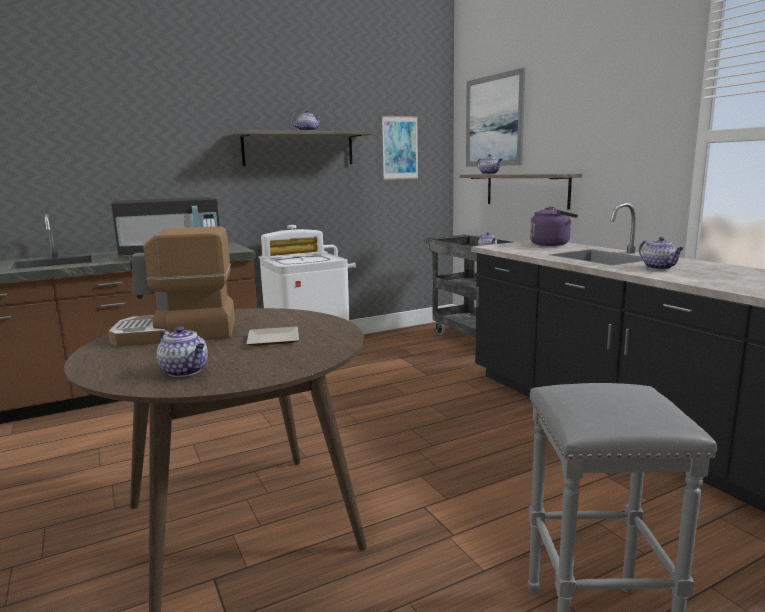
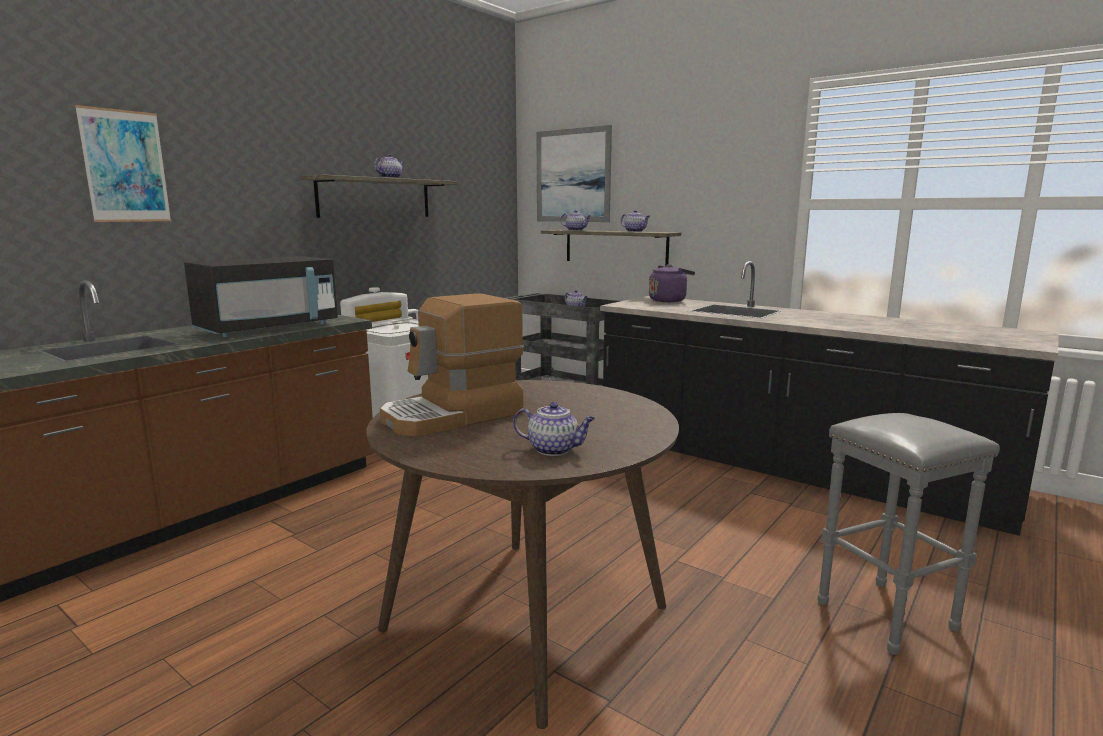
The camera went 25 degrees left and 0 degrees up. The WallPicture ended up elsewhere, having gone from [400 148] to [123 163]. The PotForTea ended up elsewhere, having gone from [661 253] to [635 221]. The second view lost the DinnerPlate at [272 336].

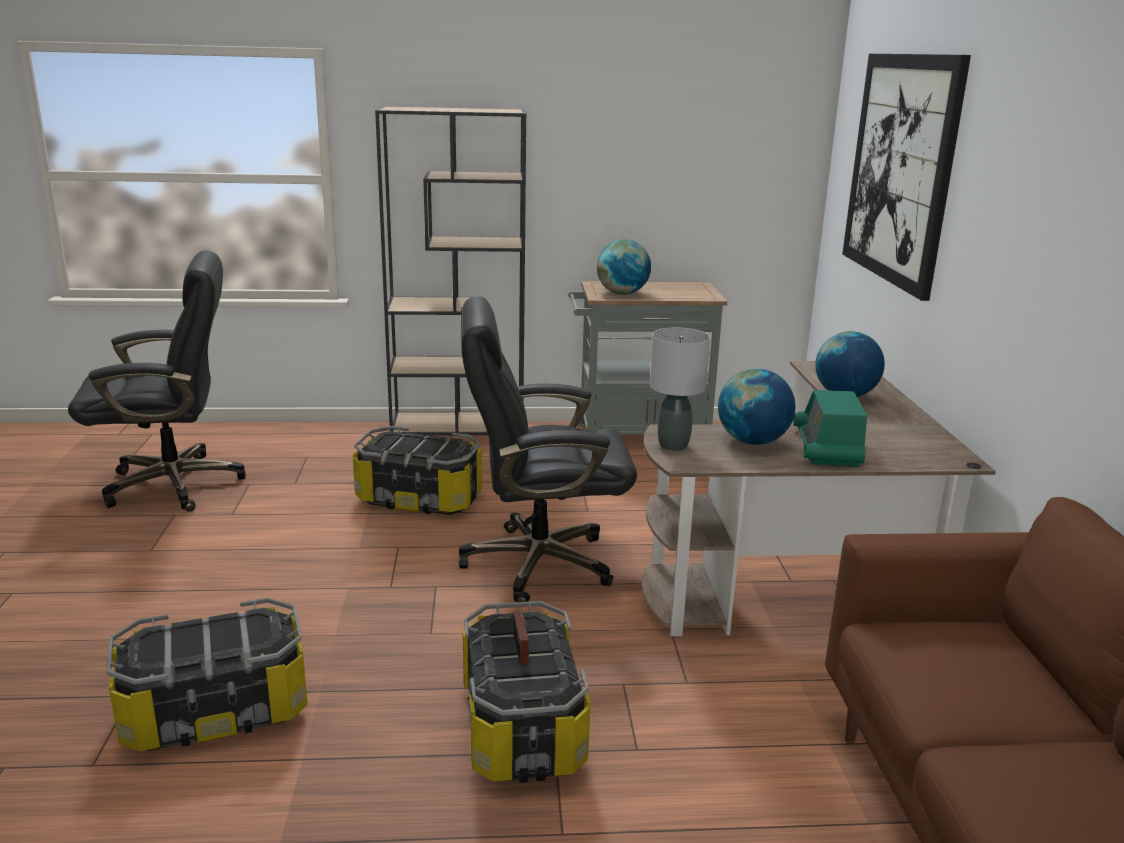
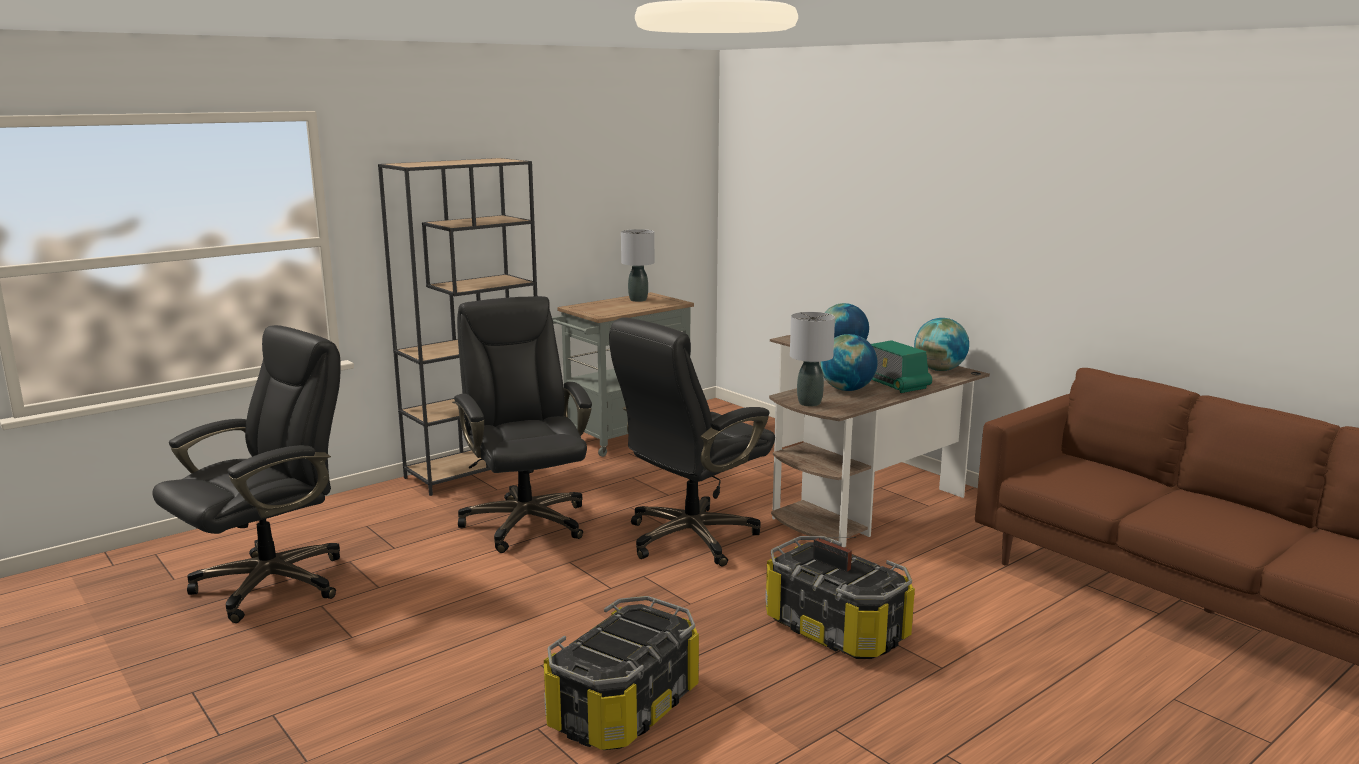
The camera went 35 degrees left and 5 degrees down. The second view lost the WallPicture at [906 177]. The Globe ended up elsewhere, having gone from [624 266] to [941 344]. Where the StorageBox stood at [417 470], the BlackishComputerChair came to stand at [522 424]. The second view gained the GreyTabletopLamp at [637 265].

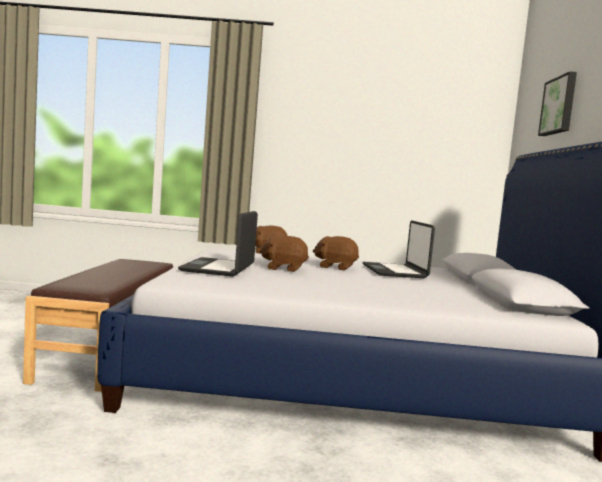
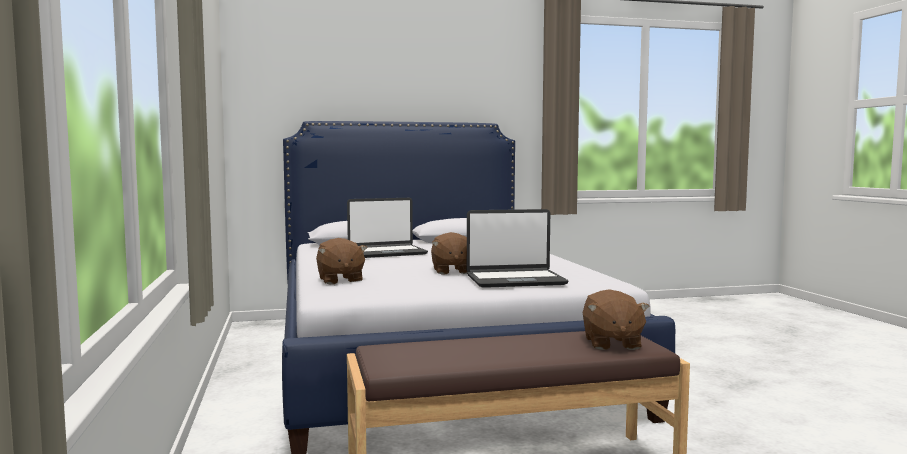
The camera went 105 degrees left and 0 degrees up. The second view lost the WallPicture at [557 103]. The BrownColouredPlushToy ended up elsewhere, having gone from [336 253] to [616 319].

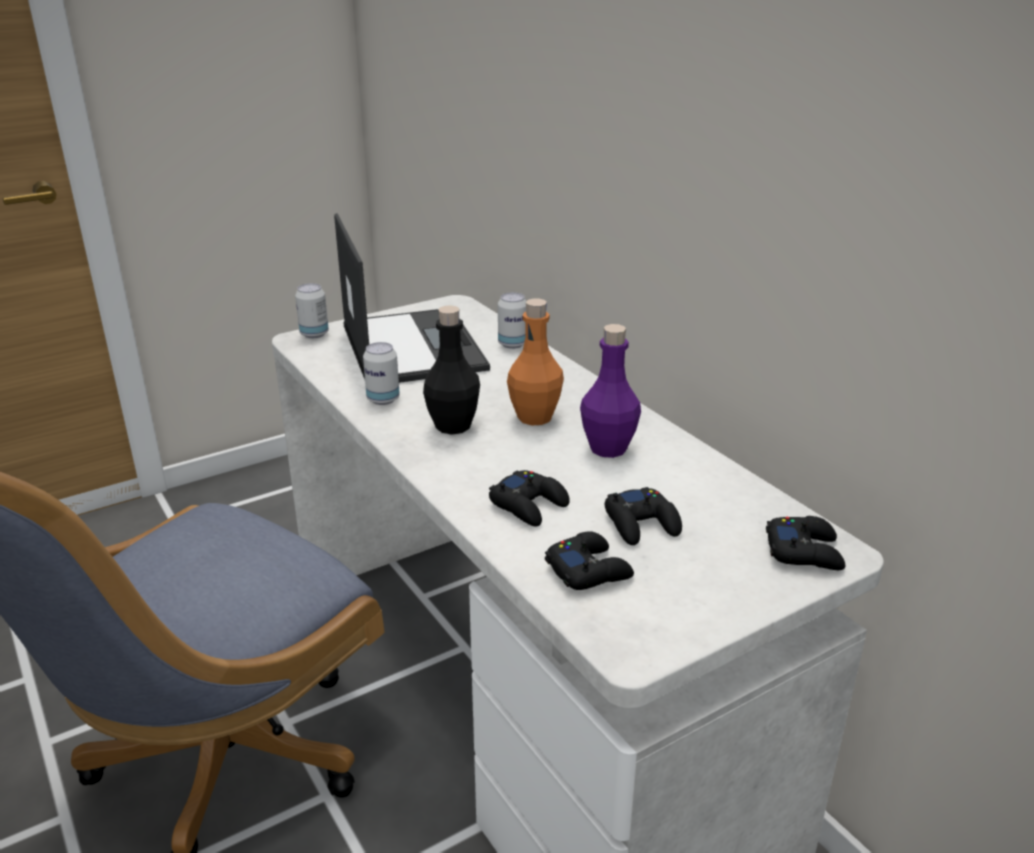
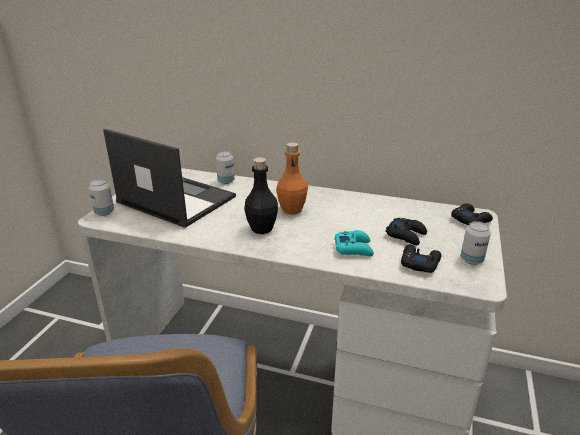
The camera went 40 degrees left and 0 degrees up. The second view lost the PurpleBottle at [610 391]. The MetalCan ended up elsewhere, having gone from [381 373] to [476 243]. What was the BlackishGameController at [529 498] turned into the TurquoiseGameController at [354 243].

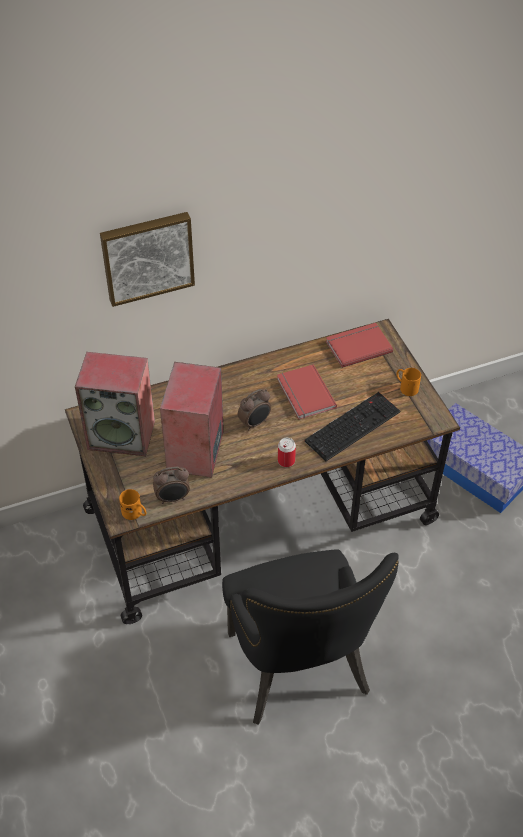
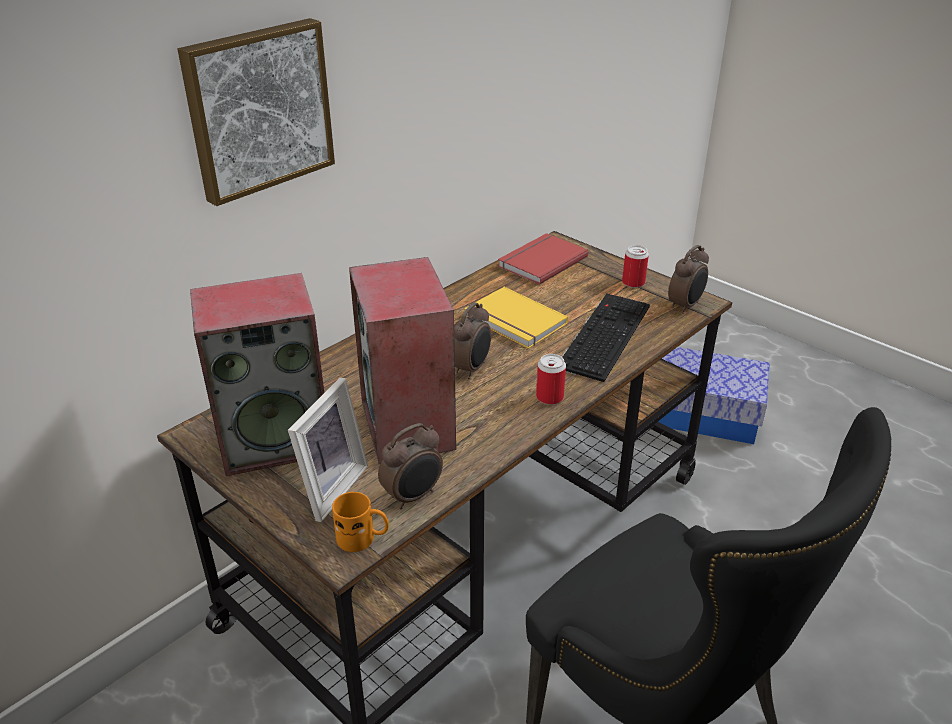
The camera went 25 degrees left and 15 degrees down. What was the ReddishBoundBook at [307 392] turned into the YellowBoundBook at [516 318]. Where the OrangeColouredMug stood at [408 382], the MetalCan came to stand at [635 266]. The second view gained the AlarmClock at [688 279]. The second view gained the StandingFrame at [328 449].

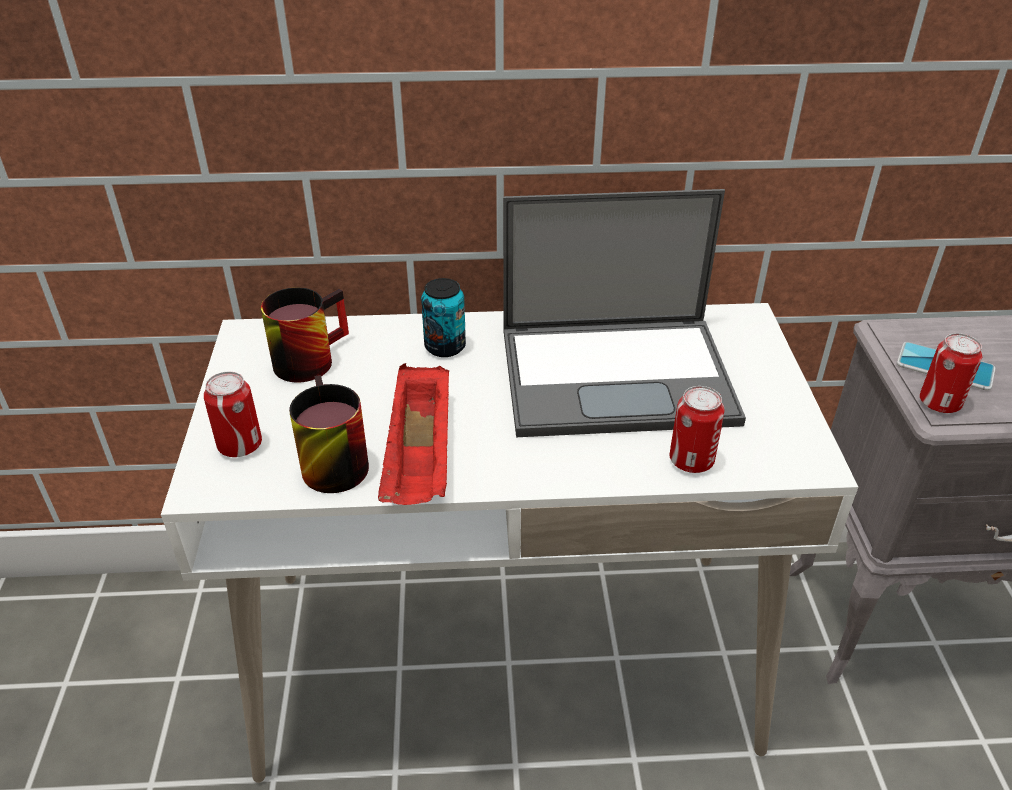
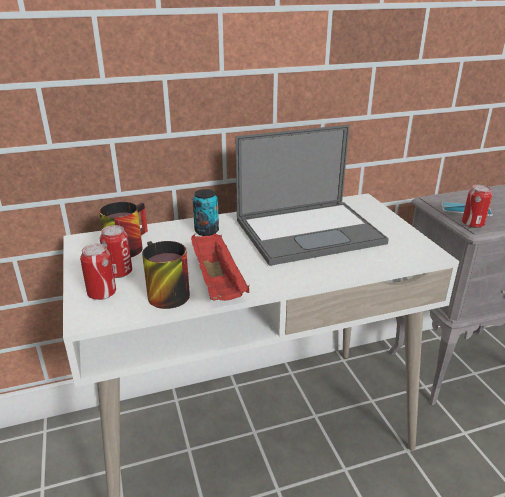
The camera went 15 degrees left and 10 degrees down. The MetalCan ended up elsewhere, having gone from [697 429] to [116 251].

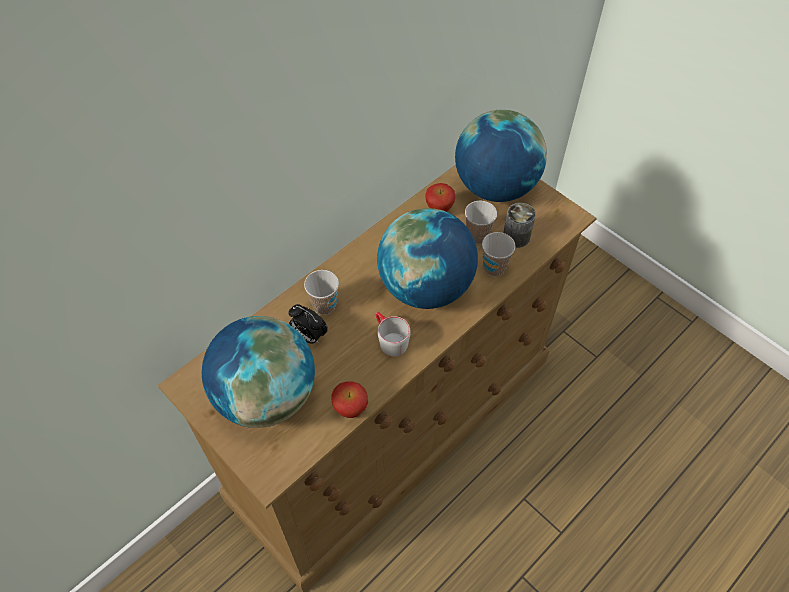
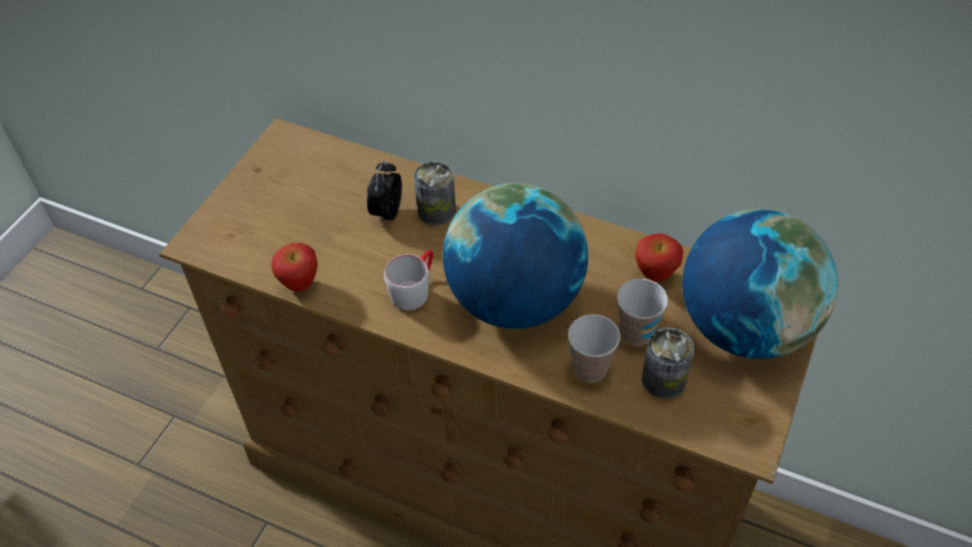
The camera went 70 degrees right and 5 degrees down. Where the DrinkingCup stood at [321 292], the MetalCan came to stand at [435 193]. The second view lost the Globe at [258 372].

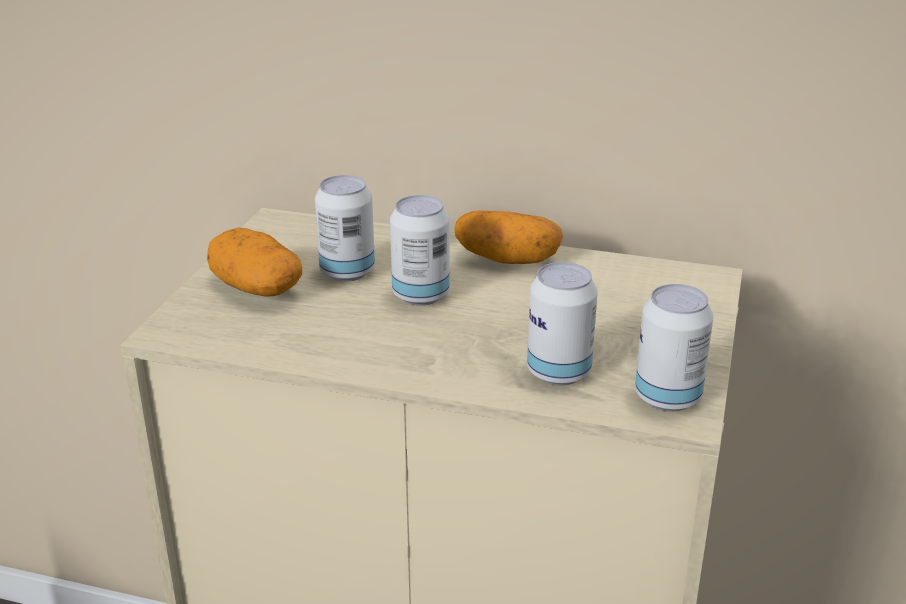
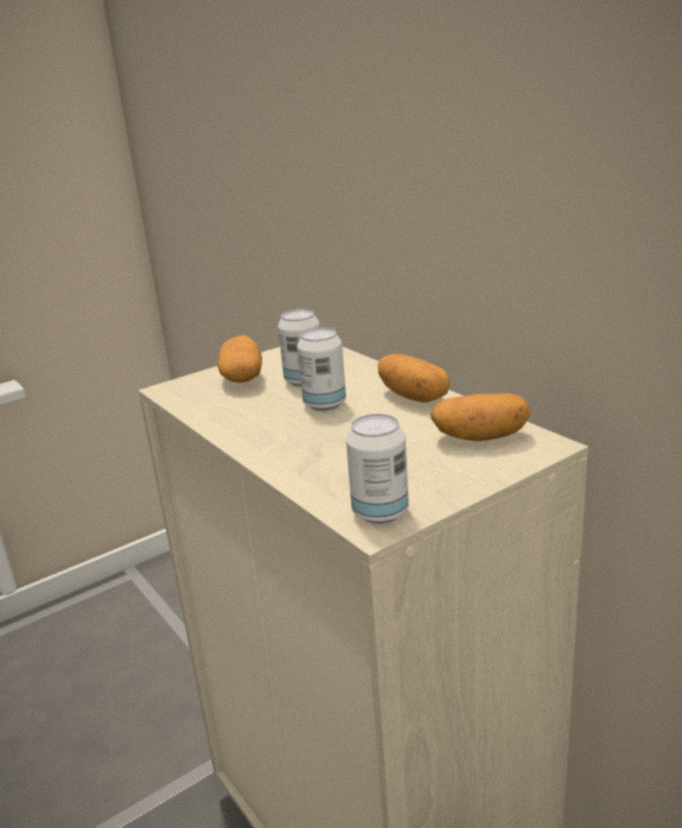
The camera went 40 degrees right and 5 degrees down. The second view lost the MetalCan at [562 324]. The second view gained the Potato at [481 417].

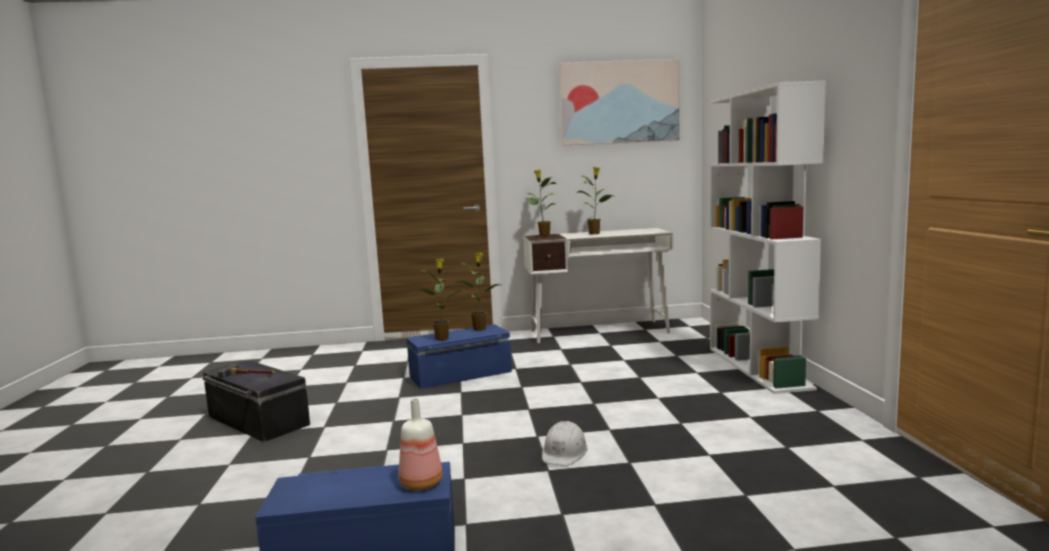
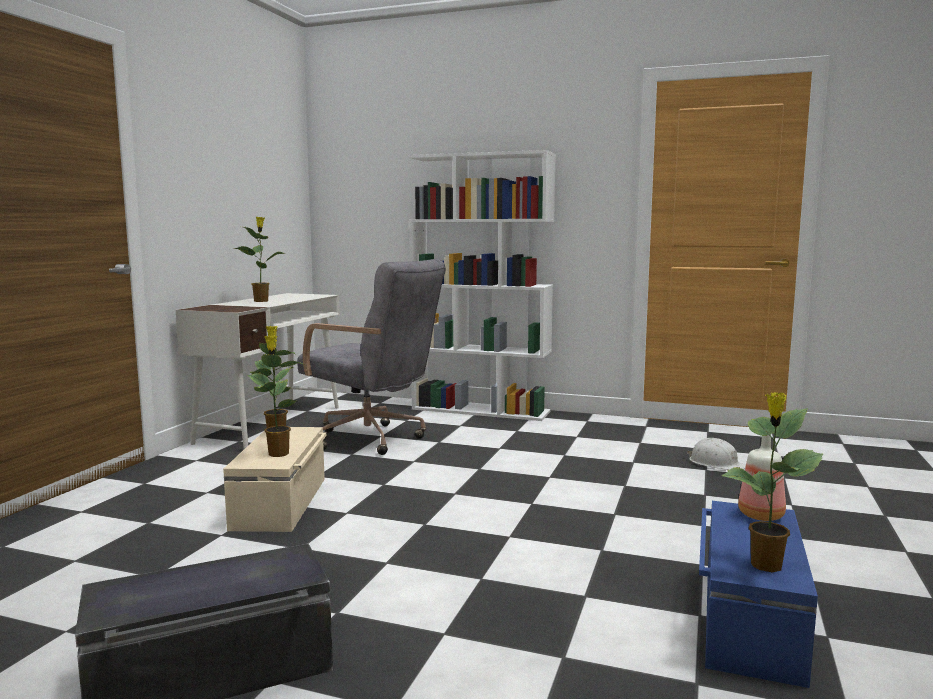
The camera went 65 degrees left and 0 degrees up. The second view lost the WallPicture at [619 102]. The Houseplant ended up elsewhere, having gone from [541 203] to [772 482]. What was the BlueColouredStorageBox at [459 356] turned into the BeigeStorageBox at [274 479]. The second view lost the ToolHammer at [246 371]. The WhitishWorkHelmet ended up elsewhere, having gone from [565 443] to [716 454]. The second view gained the GreyComputerChair at [371 357].

